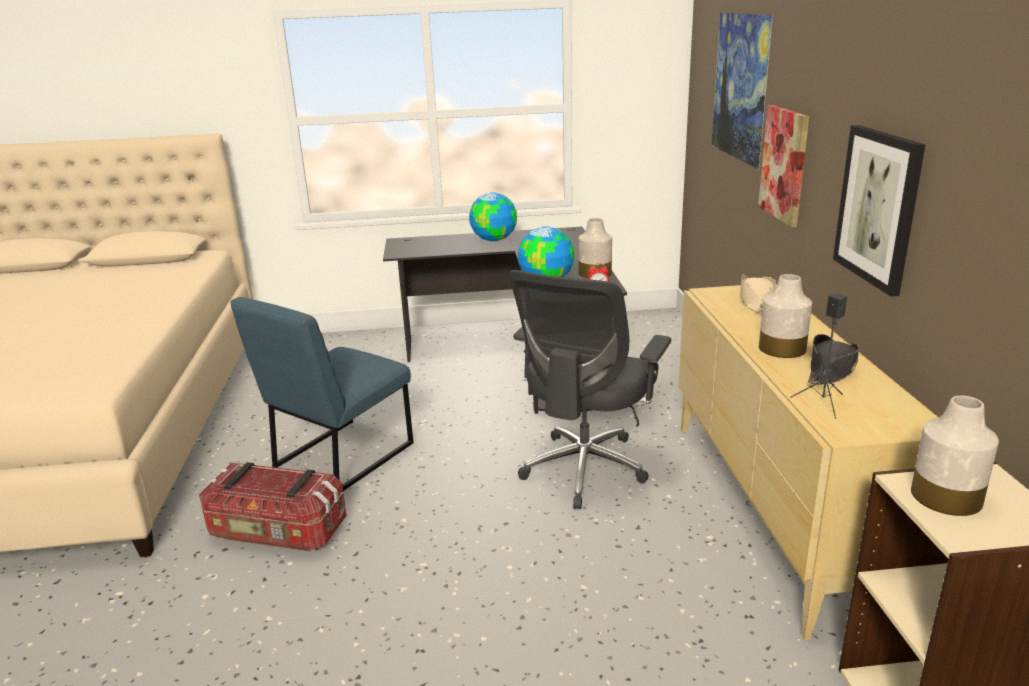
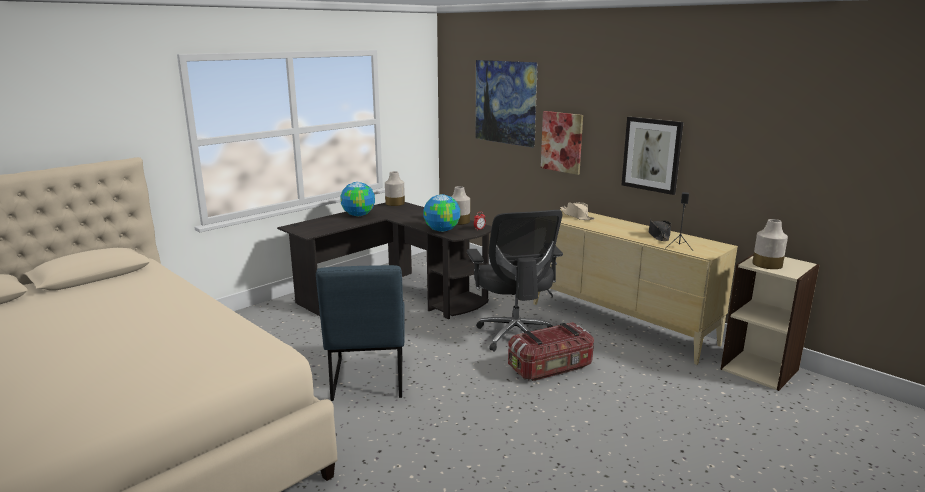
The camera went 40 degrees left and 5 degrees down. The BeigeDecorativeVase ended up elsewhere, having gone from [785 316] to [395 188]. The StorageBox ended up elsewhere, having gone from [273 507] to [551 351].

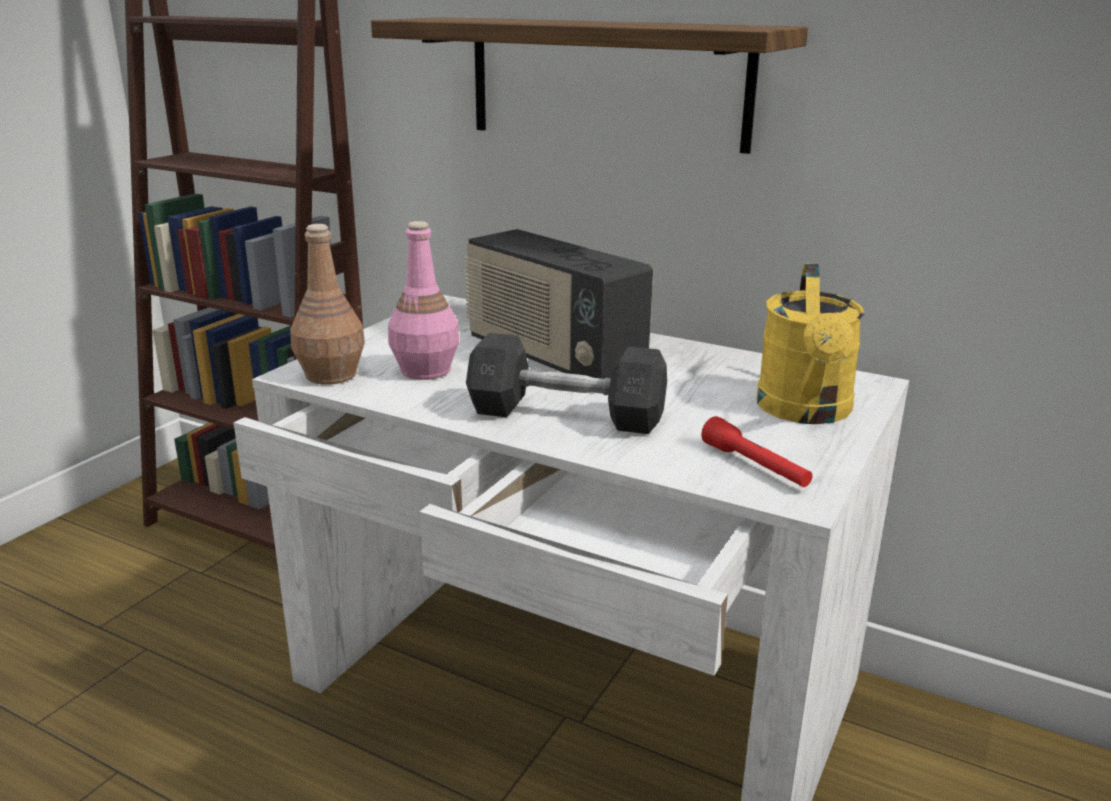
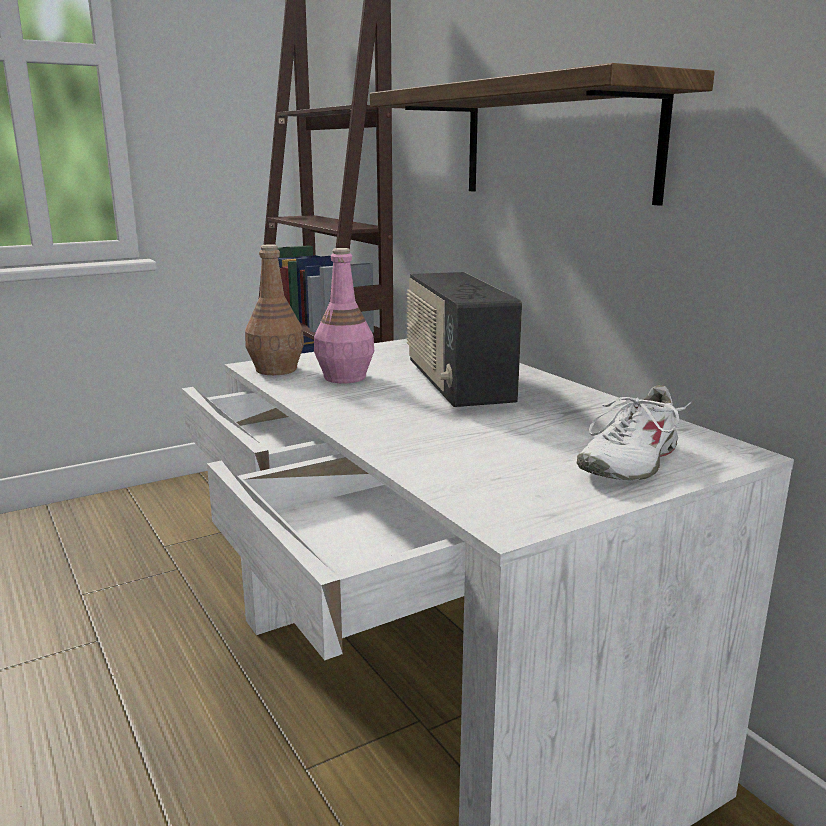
The camera went 30 degrees right and 5 degrees down. Where the YellowSprinklingCan stood at [810 343], the WhitishItemOfFootwear came to stand at [633 433]. The second view lost the GreyDumbbell at [566 383]. The second view lost the ReddishHandTorch at [757 451].

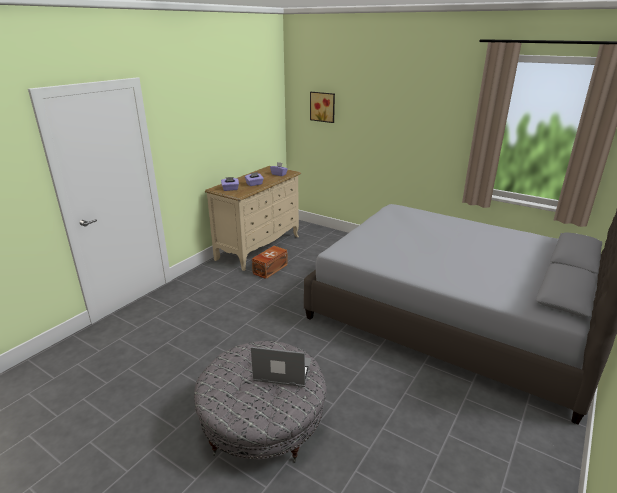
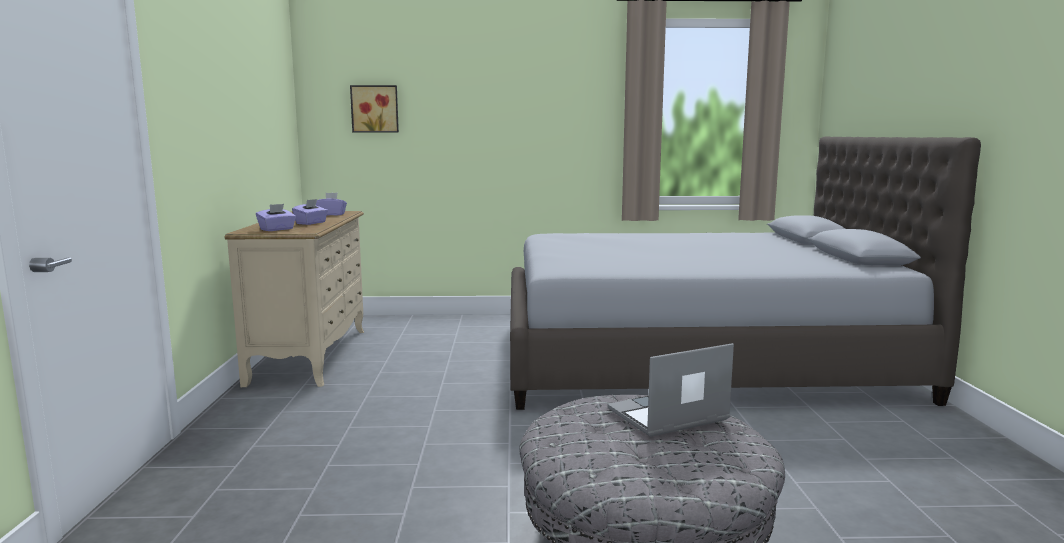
The camera went 35 degrees left and 15 degrees down. The second view lost the BrownColouredStorageBox at [270 262].

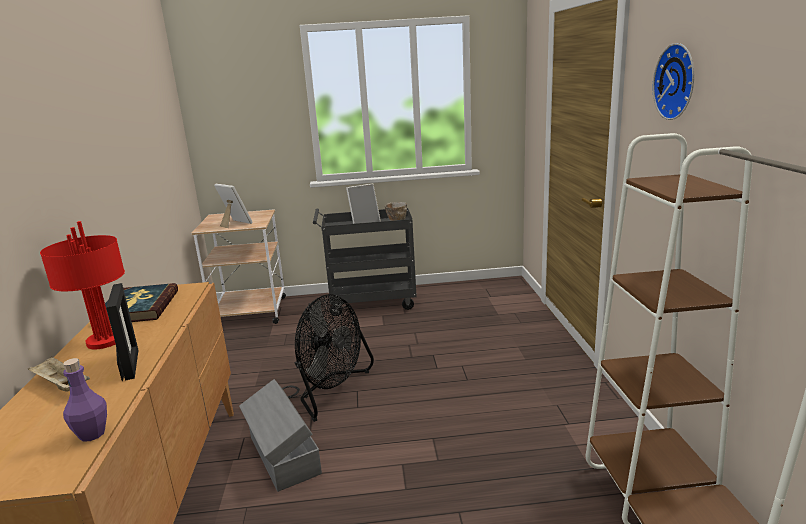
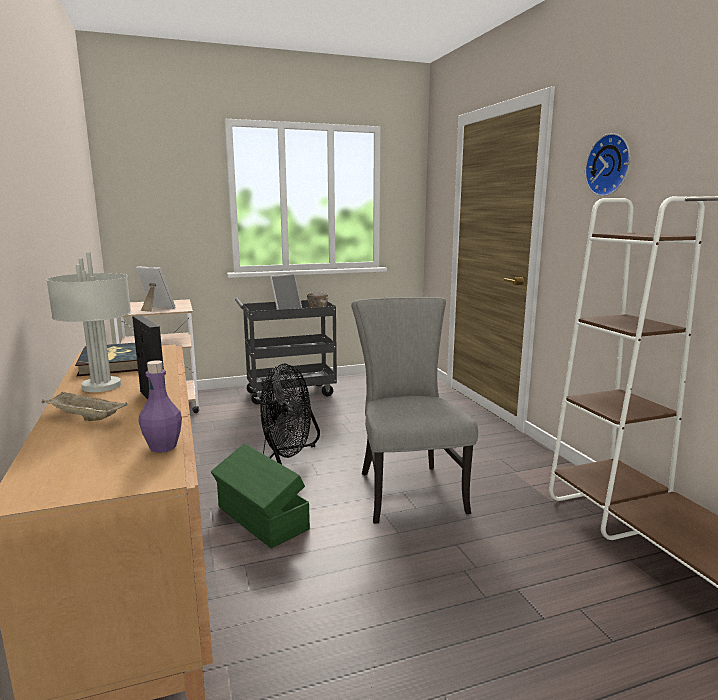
The camera went 15 degrees left and 5 degrees down. What was the ReddishTabletopLamp at [82 285] turned into the GreyTabletopLamp at [88 322]. What was the GreyStorageBox at [280 435] turned into the GreenColouredStorageBox at [260 495]. The second view gained the GreyChair at [414 410].

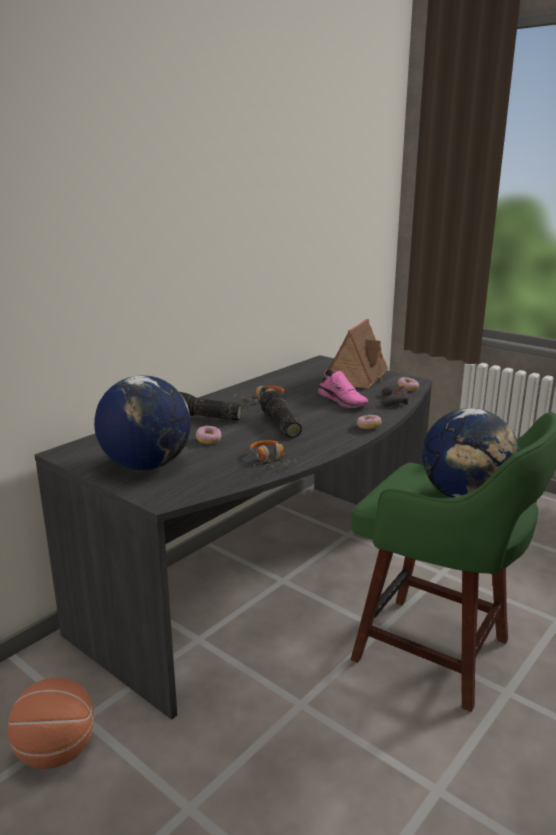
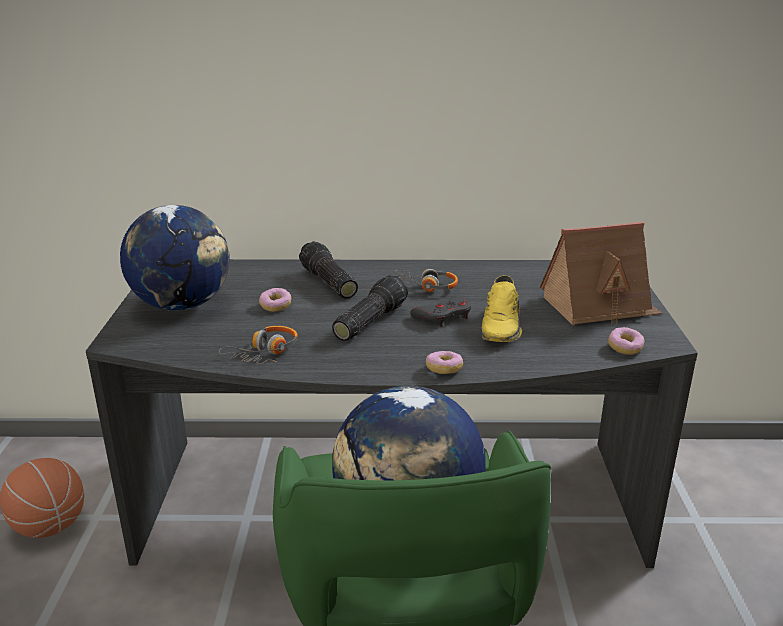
The camera went 50 degrees right and 5 degrees up. What was the PinkItemOfFootwear at [343 388] turned into the YellowItemOfFootwear at [501 308]. The GreyGameController ended up elsewhere, having gone from [395 396] to [440 311].

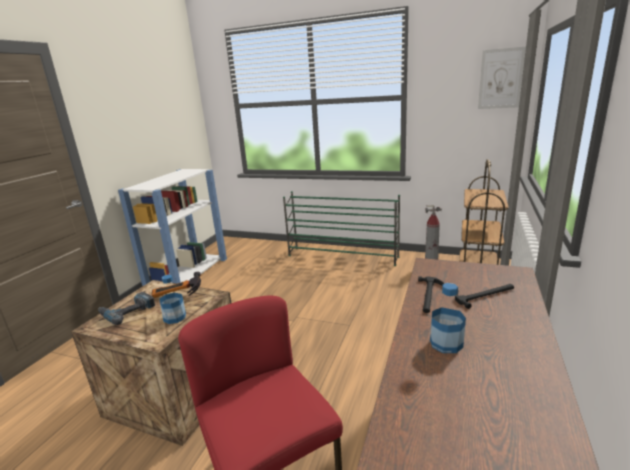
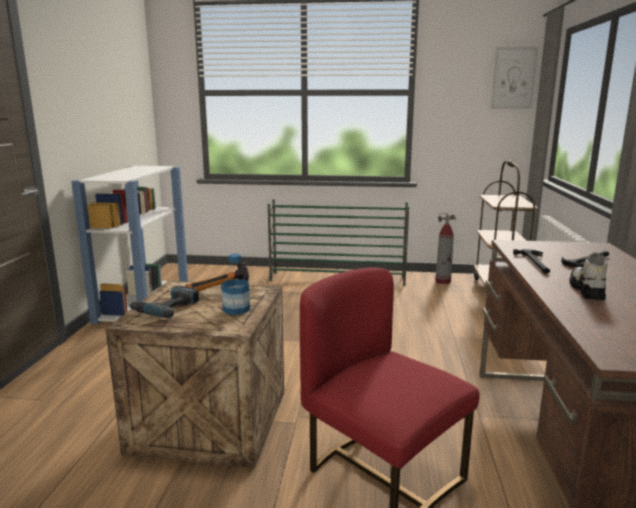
The camera went 15 degrees left and 5 degrees down. Where the Bottle stood at [448 318], the ItemOfFootwear came to stand at [588 276].

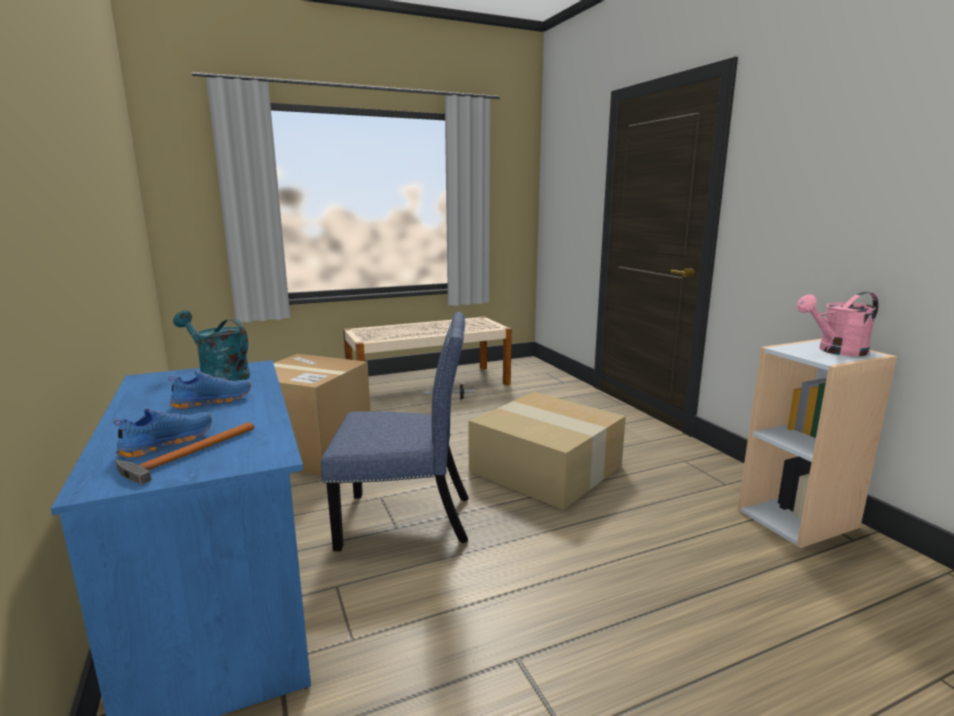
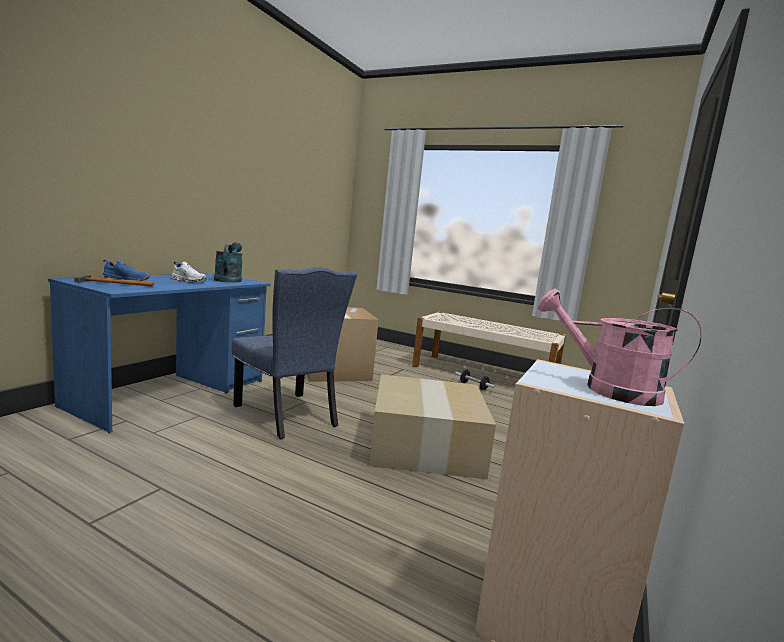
The camera went 50 degrees right and 5 degrees down. What was the BlueColouredItemOfFootwear at [209 389] turned into the WhitishItemOfFootwear at [189 272].

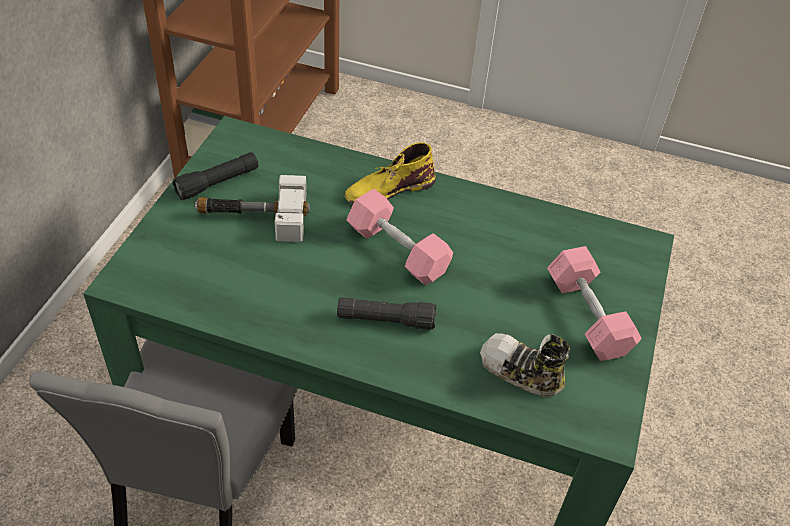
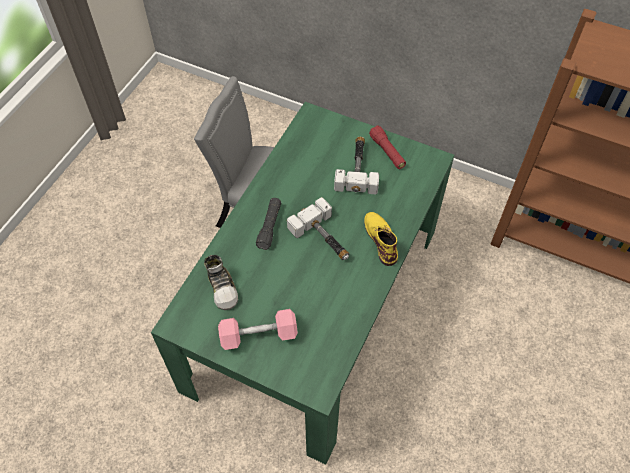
The camera went 100 degrees right and 10 degrees up. What was the BlackishHandTorch at [216 176] turned into the ReddishHandTorch at [387 147]. Where the PinkDumbbell stood at [400 237], the ToolHammer came to stand at [318 228]. The ItemOfFootwear at [525 365] ended up facing another way, 120 degrees clockwise from before.

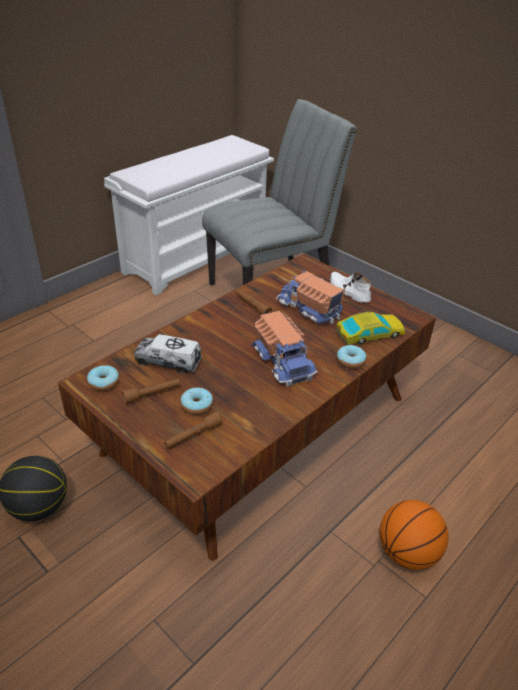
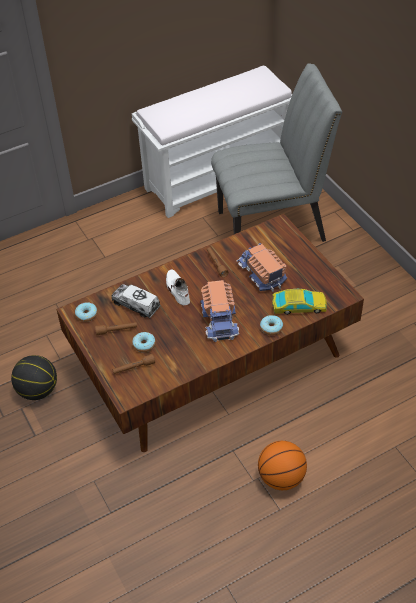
The camera went 20 degrees right and 10 degrees up. The WhitishItemOfFootwear ended up elsewhere, having gone from [350 287] to [178 287].

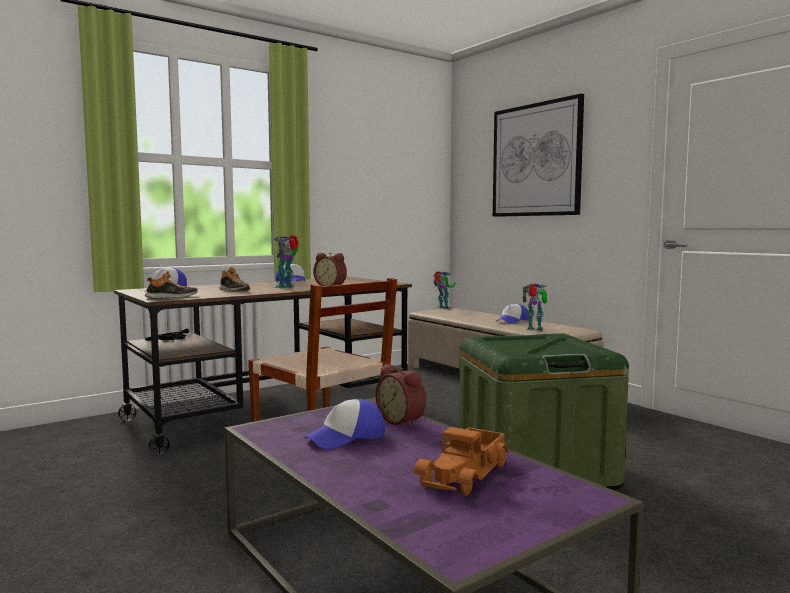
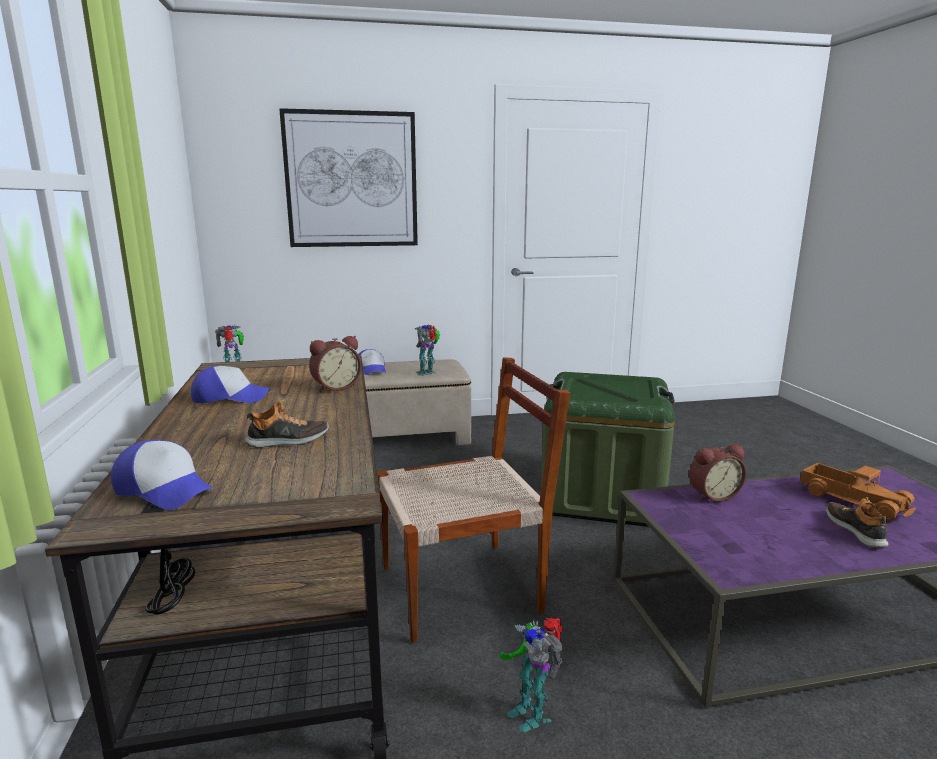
The camera went 65 degrees left and 10 degrees up. The RobotFigure ended up elsewhere, having gone from [285 262] to [532 675]. The ItemOfFootwear ended up elsewhere, having gone from [171 285] to [857 522]. The second view lost the BaseballCap at [344 424].

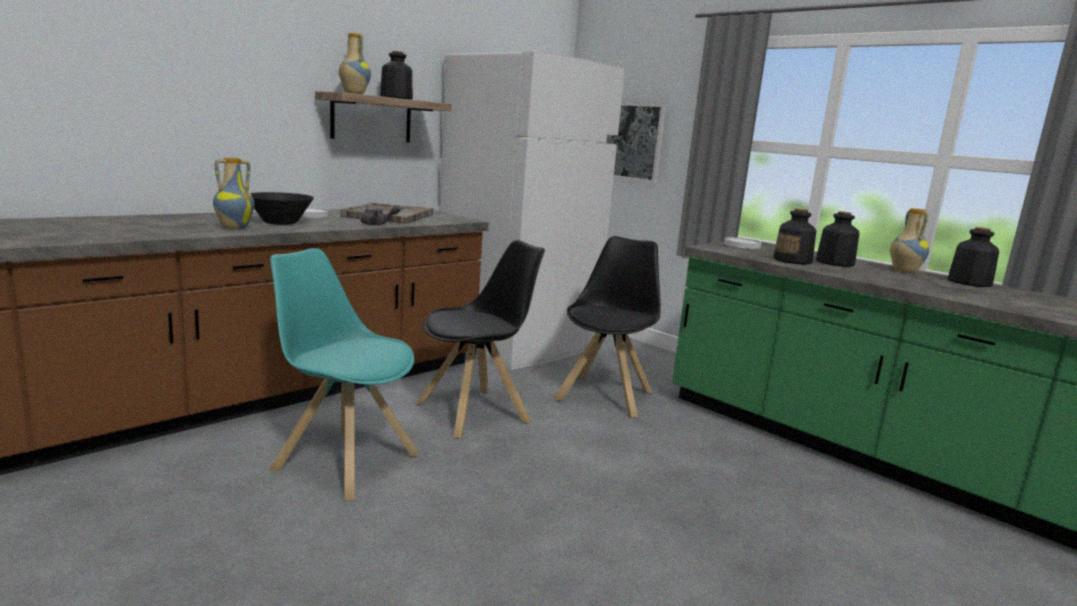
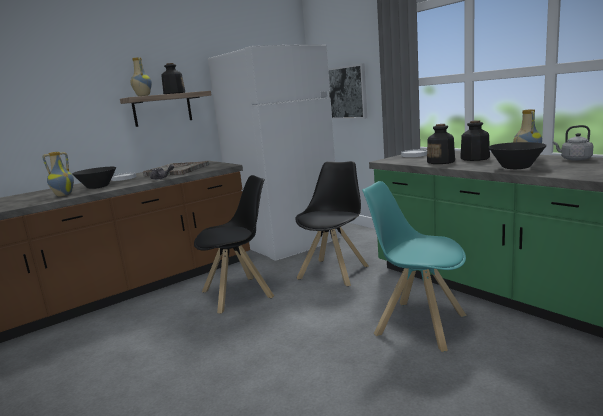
The camera went 10 degrees right and 0 degrees up. Where the Bottle stood at [973 257], the GreyKettle came to stand at [573 143]. The TurquoiseChair ended up elsewhere, having gone from [344 374] to [414 266]. The second view gained the BlackishBowl at [517 155].

